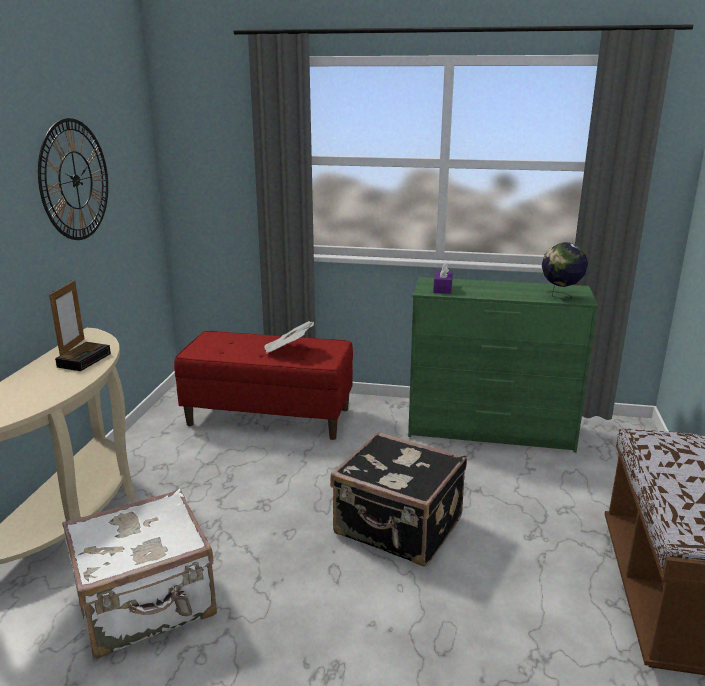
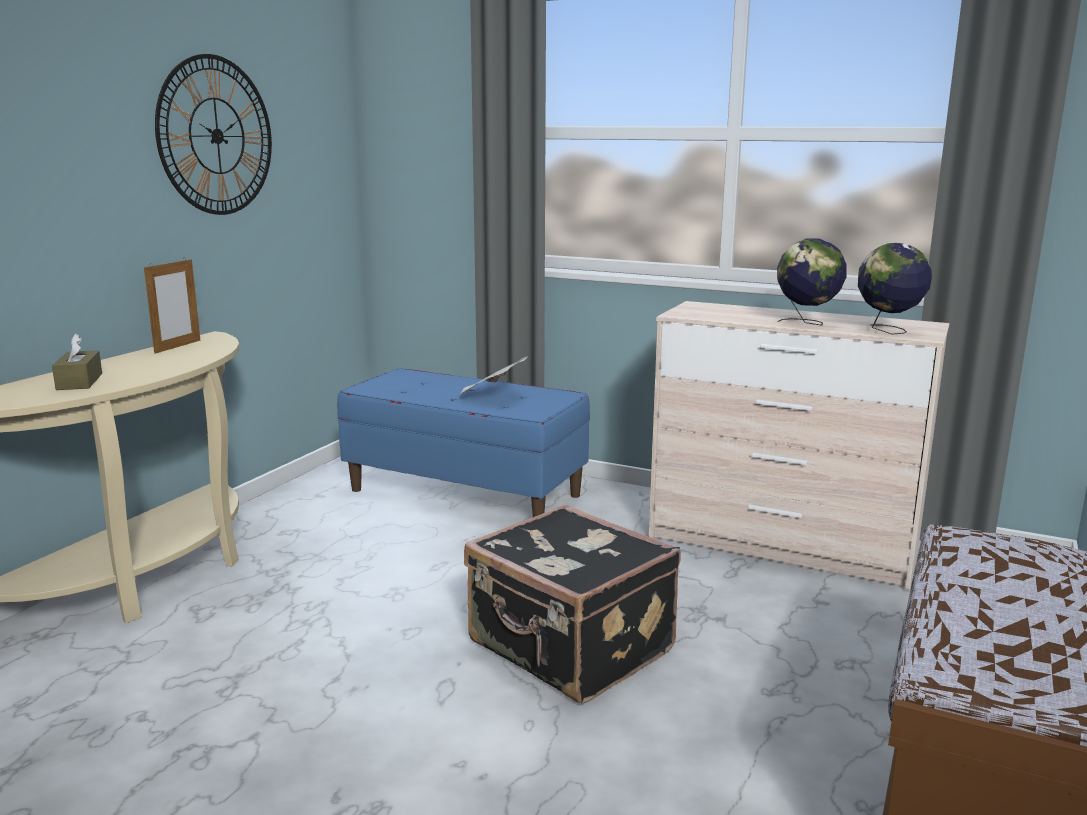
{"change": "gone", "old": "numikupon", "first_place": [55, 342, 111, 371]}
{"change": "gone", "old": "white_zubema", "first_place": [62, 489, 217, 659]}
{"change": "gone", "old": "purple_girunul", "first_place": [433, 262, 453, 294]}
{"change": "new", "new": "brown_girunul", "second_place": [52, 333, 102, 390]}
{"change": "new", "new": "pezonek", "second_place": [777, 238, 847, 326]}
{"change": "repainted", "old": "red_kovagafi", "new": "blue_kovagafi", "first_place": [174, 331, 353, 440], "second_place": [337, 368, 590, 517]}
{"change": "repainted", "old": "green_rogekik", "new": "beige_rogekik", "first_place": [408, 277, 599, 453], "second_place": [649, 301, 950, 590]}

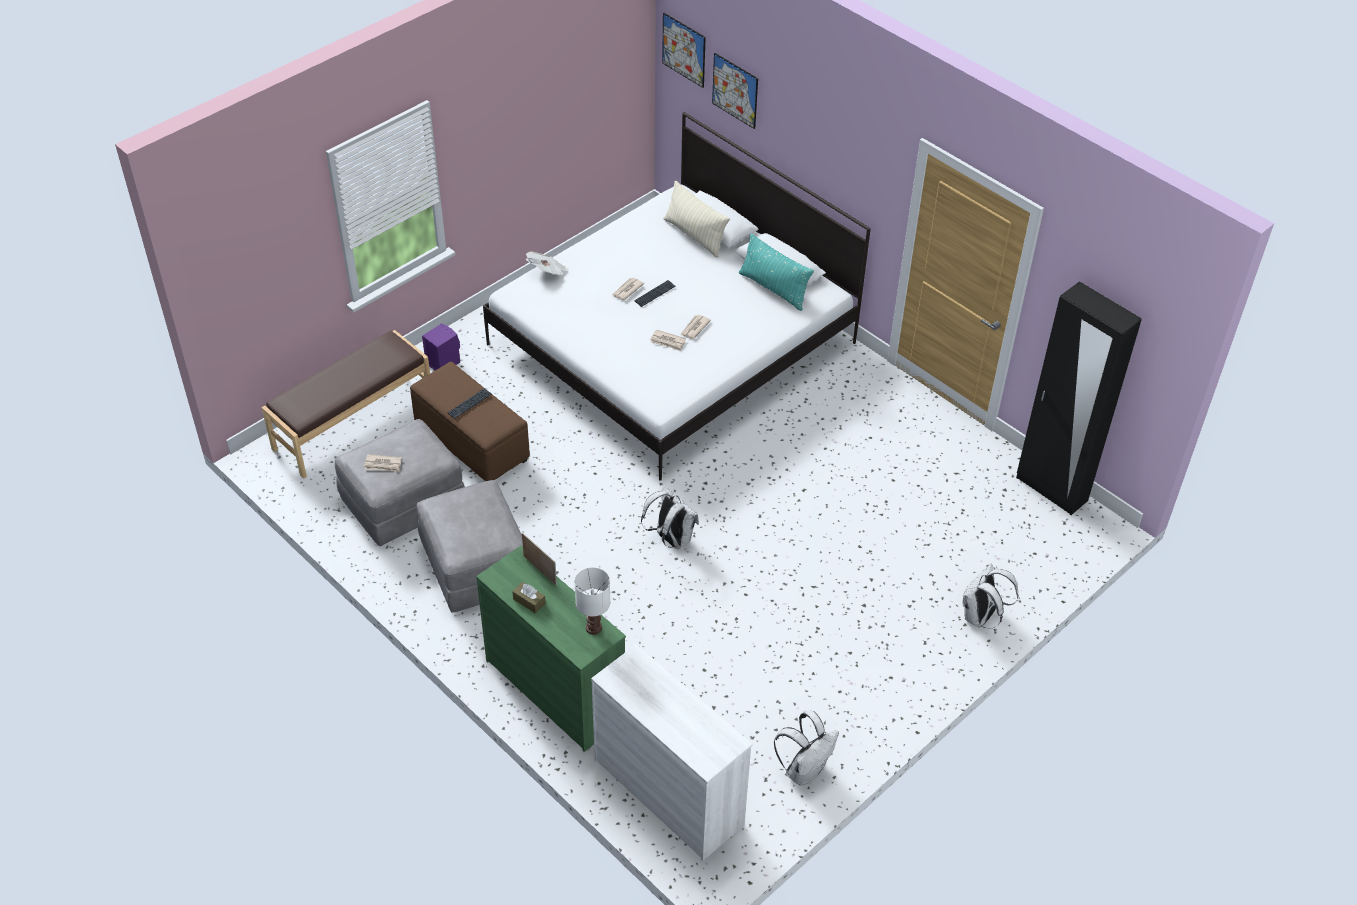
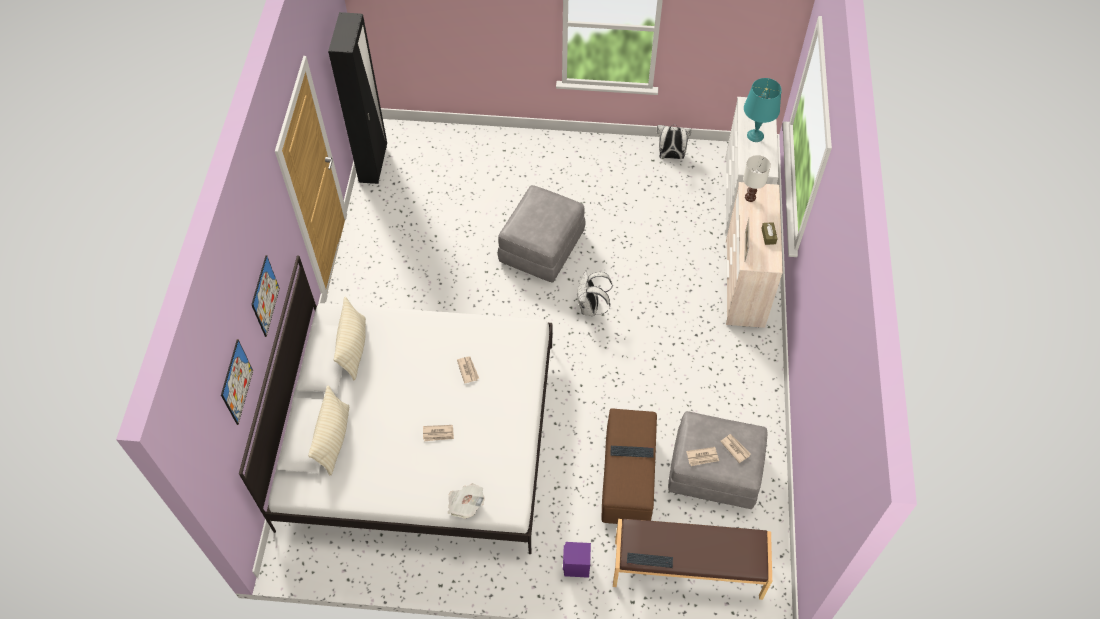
{"change": "gone", "old": "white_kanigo", "first_place": [963, 564, 1019, 629]}
{"change": "new", "new": "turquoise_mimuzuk", "second_place": [744, 78, 782, 142]}
{"change": "shifted", "old": "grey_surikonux", "first_place": [416, 480, 523, 613], "second_place": [498, 185, 586, 283]}
{"change": "shifted", "old": "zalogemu", "first_place": [634, 280, 676, 307], "second_place": [627, 553, 673, 568]}
{"change": "shifted", "old": "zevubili", "first_place": [662, 13, 706, 88], "second_place": [251, 255, 280, 337]}
{"change": "shifted", "old": "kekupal", "first_place": [681, 315, 711, 339], "second_place": [686, 447, 719, 466]}
{"change": "repainted", "old": "green_rogekik", "new": "beige_rogekik", "first_place": [476, 546, 626, 752], "second_place": [726, 182, 783, 328]}
{"change": "repainted", "old": "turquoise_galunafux", "new": "beige_galunafux", "first_place": [739, 234, 814, 311], "second_place": [334, 297, 366, 381]}

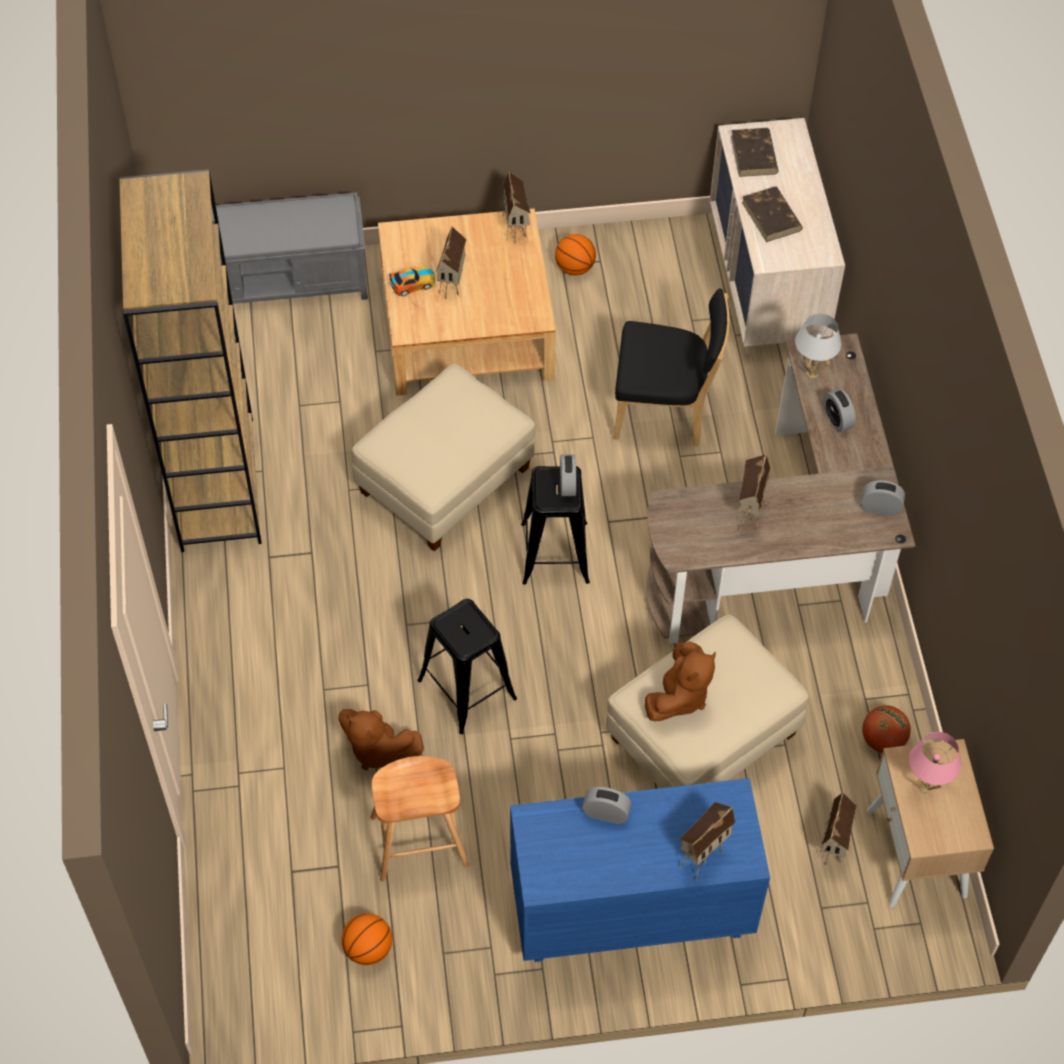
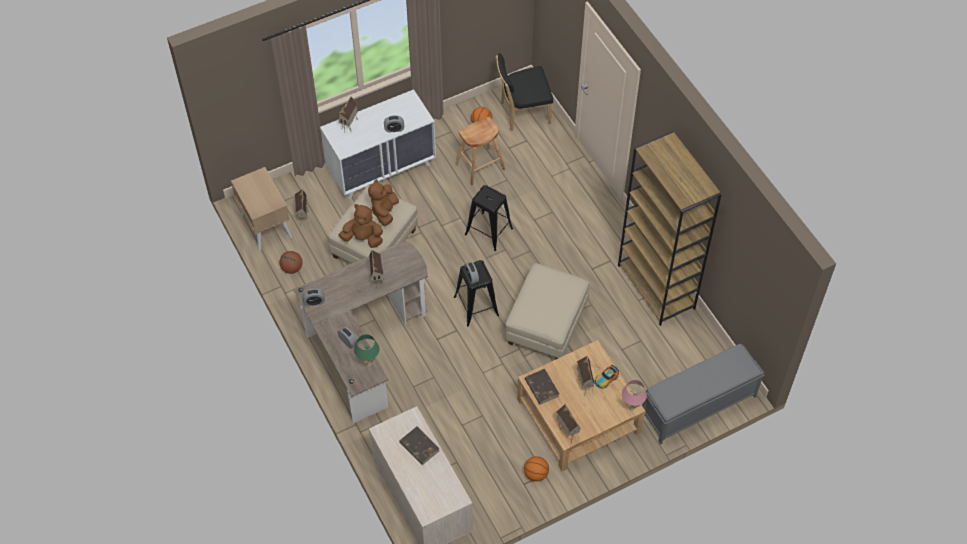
{"change": "shifted", "old": "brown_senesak", "first_place": [338, 709, 424, 770], "second_place": [339, 204, 383, 248]}
{"change": "shifted", "old": "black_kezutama", "first_place": [614, 288, 730, 447], "second_place": [496, 53, 553, 131]}
{"change": "shifted", "old": "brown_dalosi", "first_place": [731, 128, 778, 177], "second_place": [525, 369, 559, 405]}
{"change": "shifted", "old": "pink_mimuzuk", "first_place": [909, 732, 961, 793], "second_place": [622, 380, 647, 411]}
{"change": "repainted", "old": "blue_rogekik", "new": "white_rogekik", "first_place": [510, 778, 770, 962], "second_place": [320, 89, 436, 199]}
{"change": "repainted", "old": "white_mimuzuk", "new": "green_mimuzuk", "first_place": [795, 313, 841, 379], "second_place": [354, 335, 379, 366]}

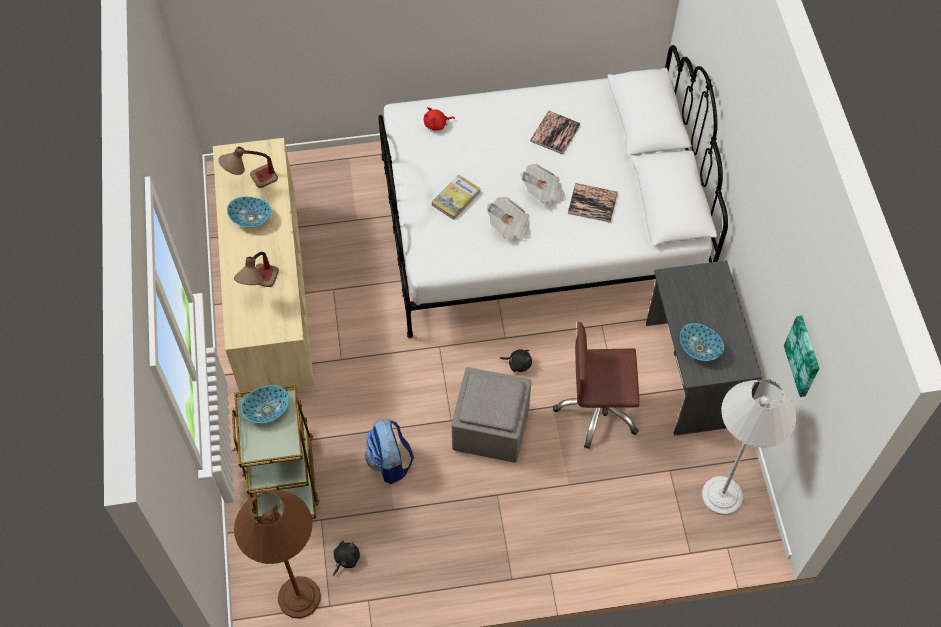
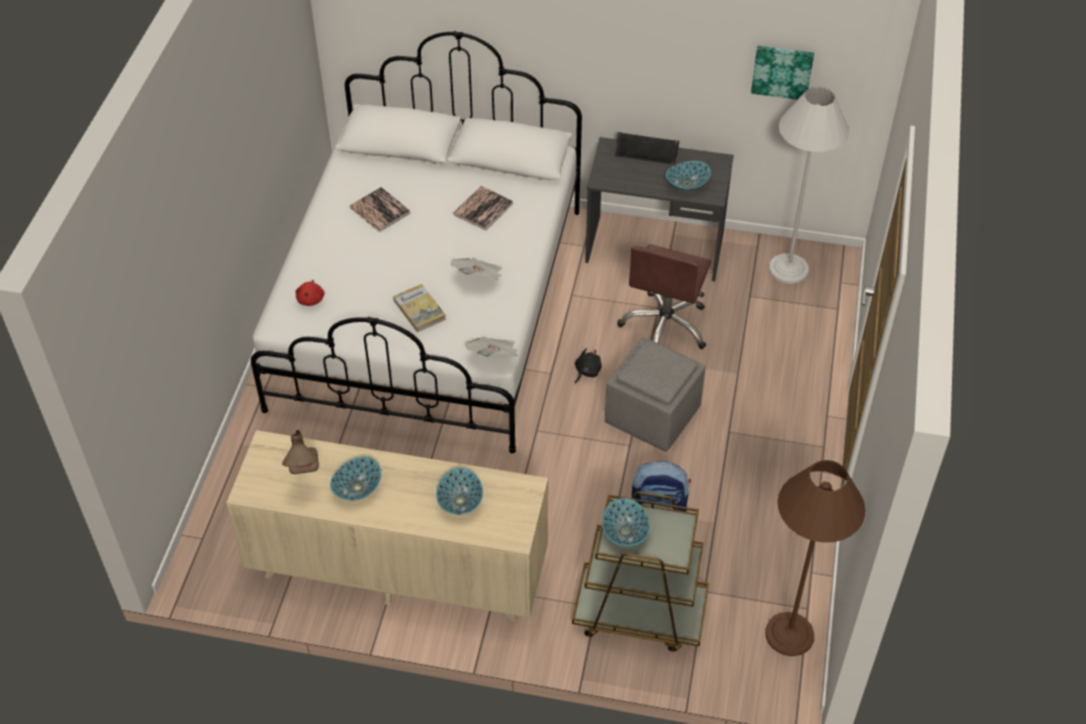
{"change": "gone", "old": "black_senesak", "first_place": [333, 540, 360, 576]}
{"change": "new", "new": "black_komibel", "second_place": [615, 132, 679, 165]}
{"change": "shifted", "old": "kekupal", "first_place": [521, 164, 567, 203], "second_place": [465, 336, 518, 359]}
{"change": "swapped", "old": "mimuzuk", "new": "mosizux", "first_place": [234, 252, 279, 287], "second_place": [436, 468, 483, 515]}

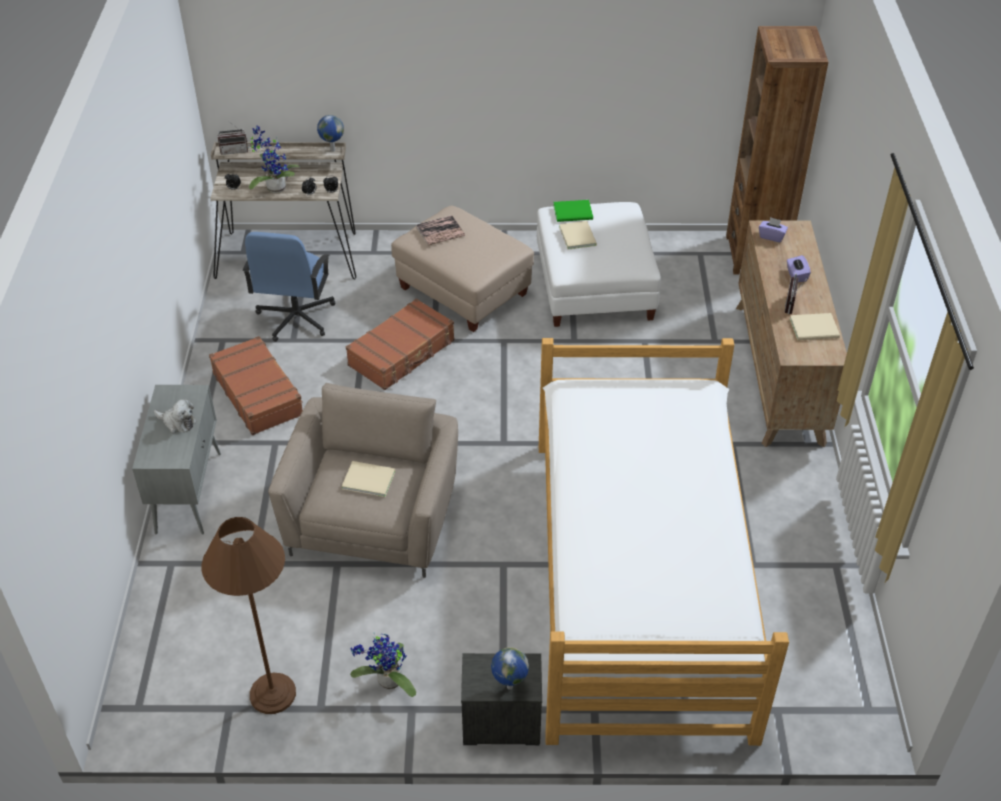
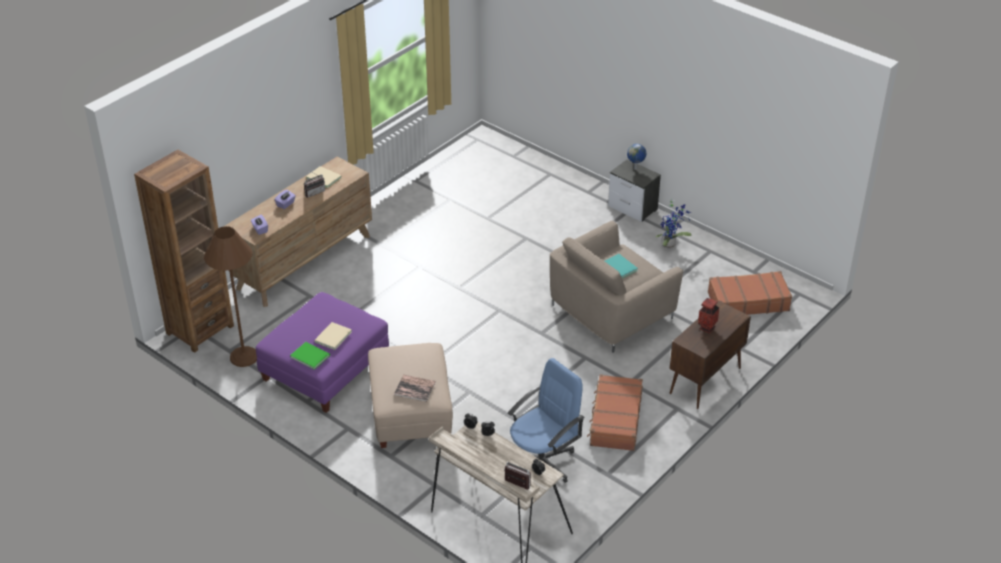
{"change": "gone", "old": "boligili", "first_place": [248, 125, 300, 193]}
{"change": "gone", "old": "pezonek", "first_place": [317, 115, 344, 152]}
{"change": "gone", "old": "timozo", "first_place": [539, 338, 789, 746]}
{"change": "shifted", "old": "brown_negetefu", "first_place": [201, 517, 296, 714], "second_place": [204, 226, 257, 367]}
{"change": "shifted", "old": "brown_zubema", "first_place": [346, 298, 455, 390], "second_place": [708, 271, 792, 315]}
{"change": "swapped", "old": "senesak", "new": "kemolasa", "first_place": [154, 399, 197, 433], "second_place": [698, 298, 719, 333]}
{"change": "repainted", "old": "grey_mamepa", "new": "brown_mamepa", "first_place": [132, 385, 221, 535], "second_place": [669, 300, 751, 409]}
{"change": "repainted", "old": "beige_dalosi", "new": "turquoise_dalosi", "first_place": [342, 461, 396, 497], "second_place": [605, 254, 638, 278]}
{"change": "repainted", "old": "white_surikonux", "new": "purple_surikonux", "first_place": [537, 202, 661, 327], "second_place": [256, 292, 389, 413]}

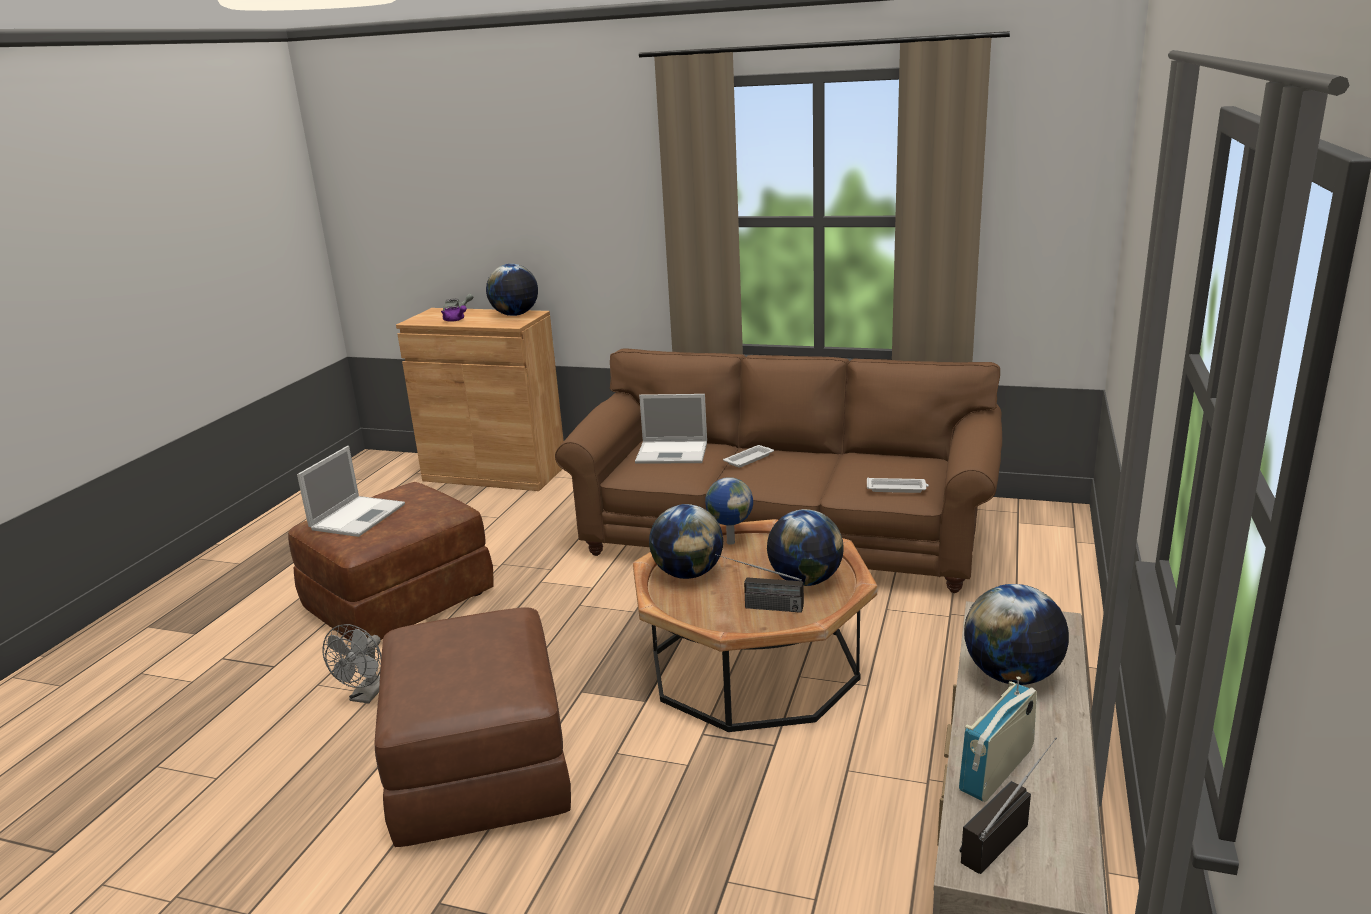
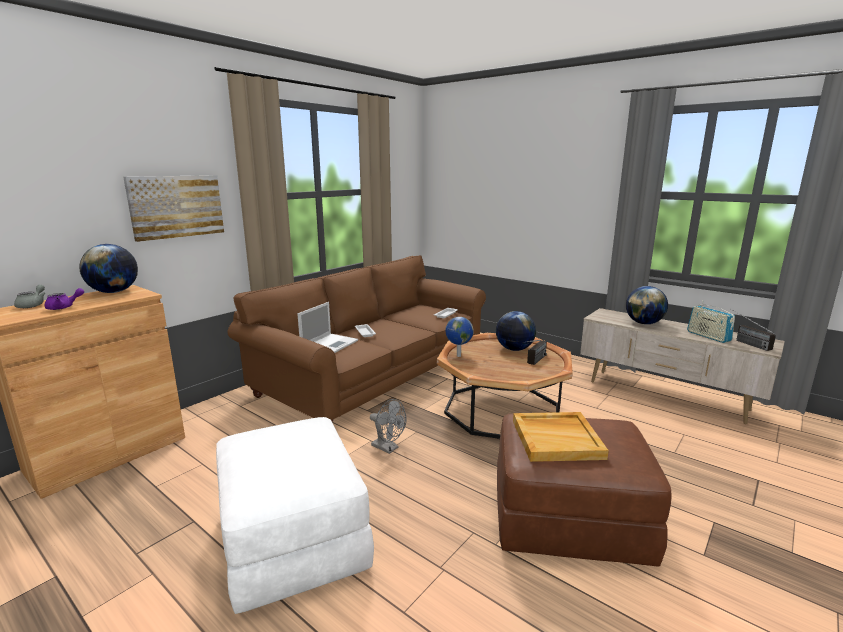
{"change": "gone", "old": "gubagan", "first_place": [297, 446, 405, 537]}
{"change": "gone", "old": "pezonek", "first_place": [649, 504, 723, 579]}
{"change": "new", "new": "zevubili", "second_place": [123, 175, 224, 242]}
{"change": "new", "new": "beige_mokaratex", "second_place": [513, 412, 609, 462]}
{"change": "shifted", "old": "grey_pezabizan", "first_place": [322, 624, 381, 703], "second_place": [370, 399, 407, 454]}
{"change": "repainted", "old": "brown_surikonux", "new": "white_surikonux", "first_place": [288, 482, 494, 641], "second_place": [216, 417, 374, 614]}

